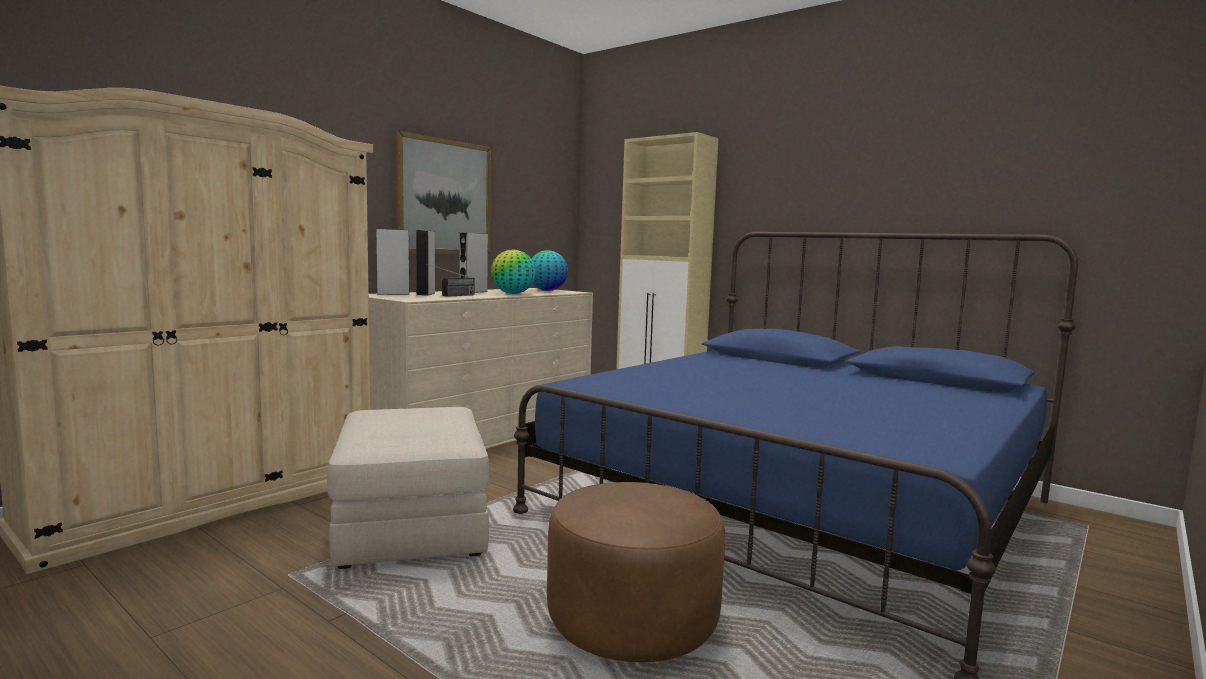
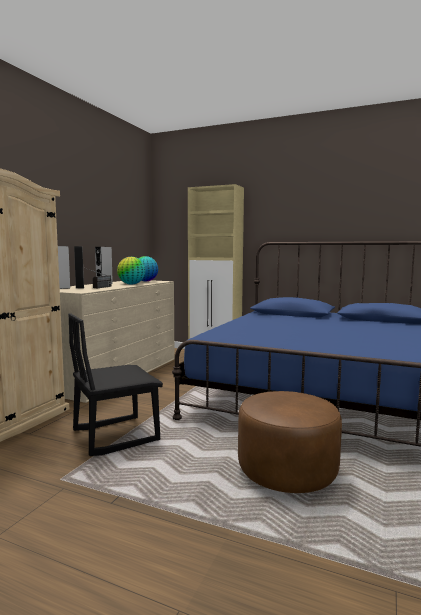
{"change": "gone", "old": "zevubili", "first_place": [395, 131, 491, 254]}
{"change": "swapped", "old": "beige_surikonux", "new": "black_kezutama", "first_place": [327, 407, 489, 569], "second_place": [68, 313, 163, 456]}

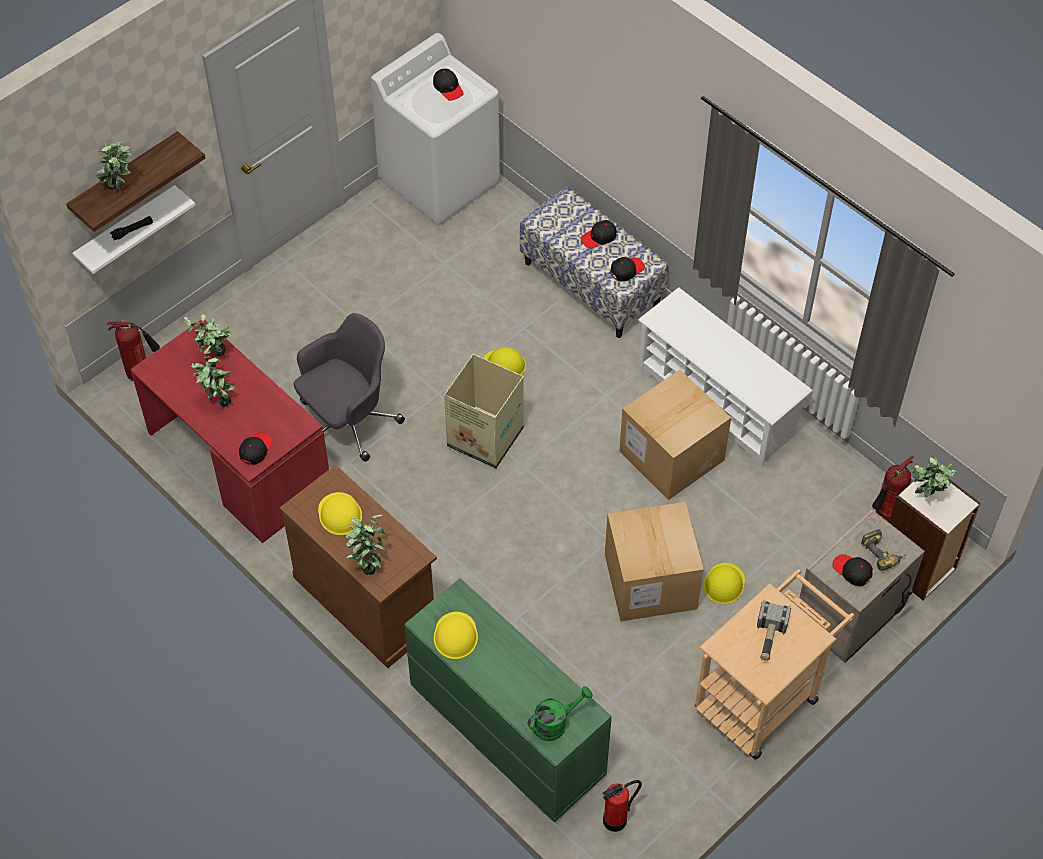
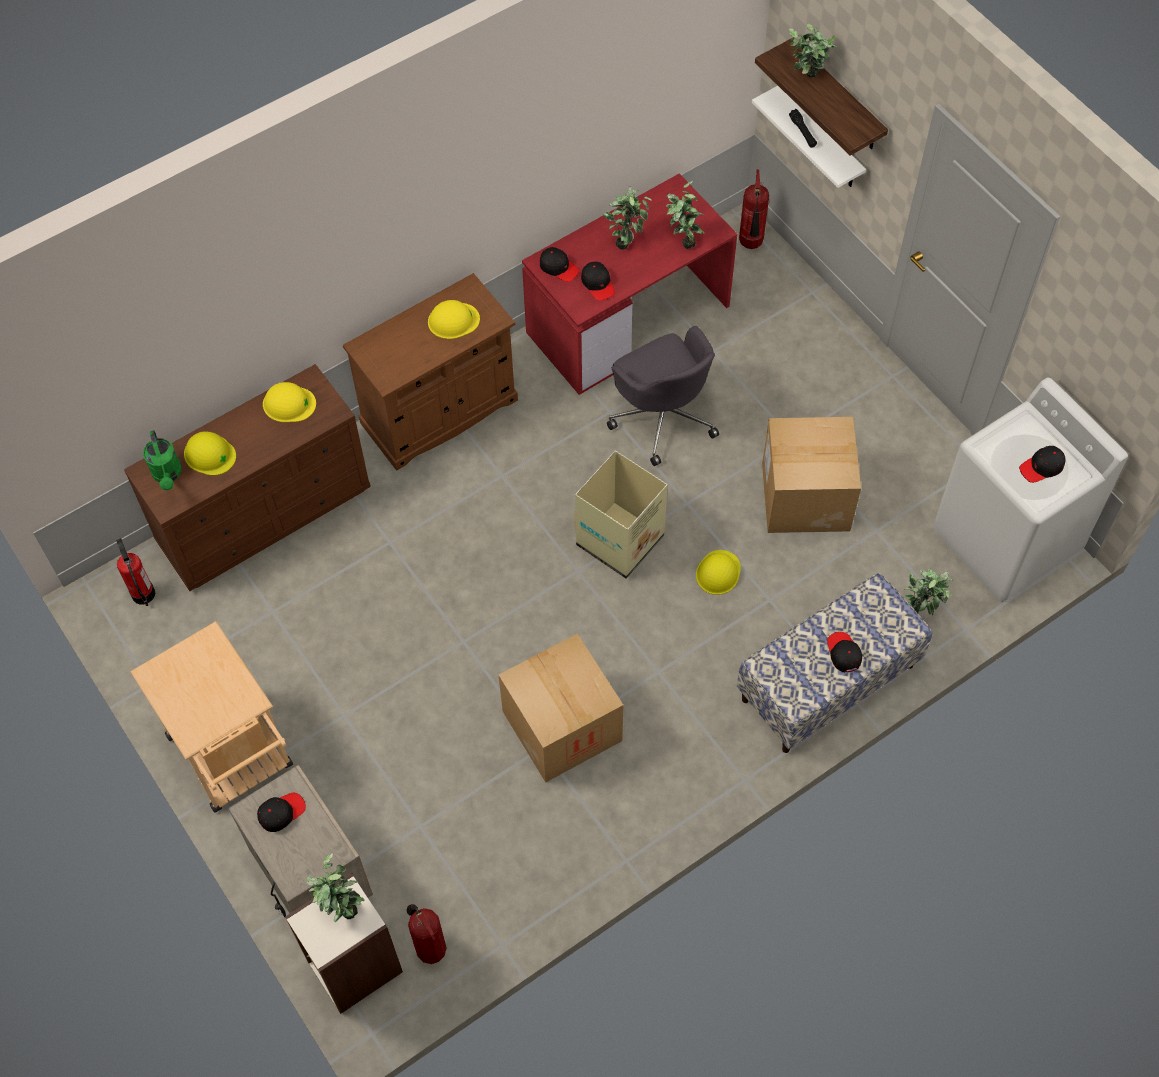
{"change": "gone", "old": "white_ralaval", "first_place": [638, 287, 813, 467]}
{"change": "gone", "old": "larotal", "first_place": [757, 599, 791, 661]}
{"change": "gone", "old": "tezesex", "first_place": [861, 529, 906, 571]}
{"change": "shifted", "old": "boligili", "first_place": [346, 515, 385, 575], "second_place": [904, 568, 953, 615]}
{"change": "shifted", "old": "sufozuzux", "first_place": [605, 502, 704, 622], "second_place": [762, 417, 861, 533]}
{"change": "shifted", "old": "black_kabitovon", "first_place": [610, 257, 645, 282], "second_place": [581, 261, 615, 301]}
{"change": "shifted", "old": "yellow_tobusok", "first_place": [704, 563, 745, 604], "second_place": [184, 432, 236, 476]}
{"change": "repainted", "old": "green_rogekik", "new": "brown_rogekik", "first_place": [404, 578, 612, 823], "second_place": [124, 364, 371, 591]}

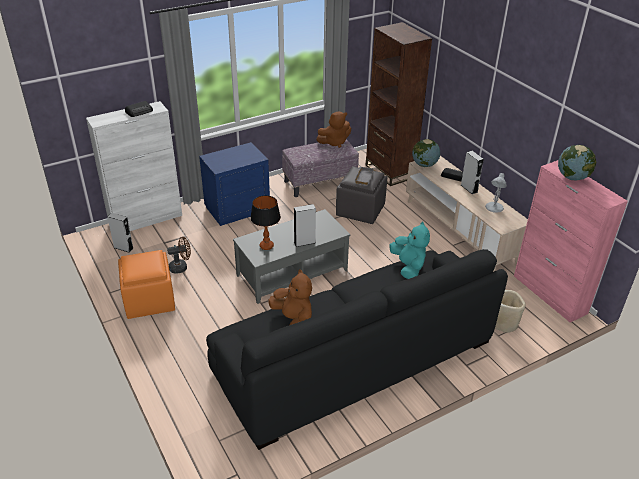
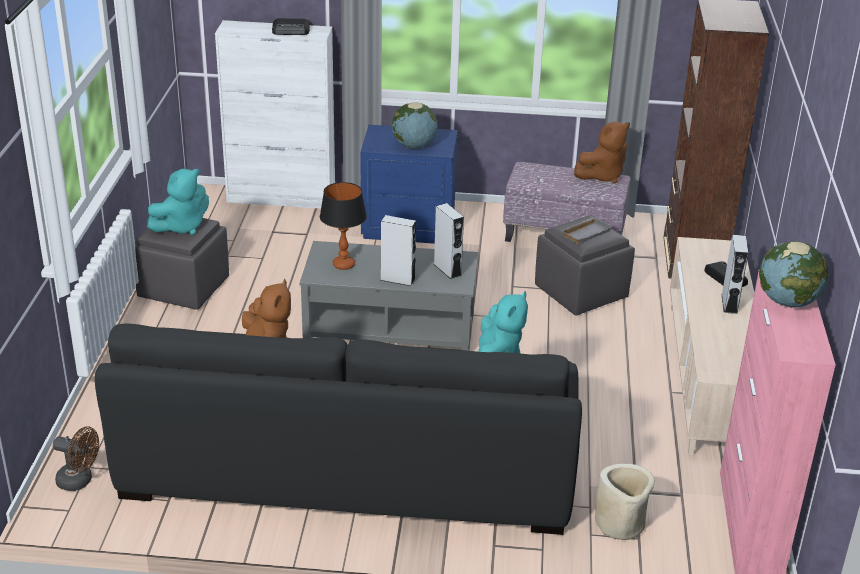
{"change": "gone", "old": "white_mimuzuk", "first_place": [485, 173, 507, 213]}
{"change": "new", "new": "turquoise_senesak", "second_place": [147, 169, 209, 235]}
{"change": "shifted", "old": "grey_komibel", "first_place": [107, 213, 134, 253], "second_place": [434, 203, 464, 279]}
{"change": "shifted", "old": "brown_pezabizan", "first_place": [167, 237, 191, 274], "second_place": [53, 427, 99, 491]}
{"change": "shifted", "old": "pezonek", "first_place": [412, 139, 440, 167], "second_place": [392, 102, 438, 149]}
{"change": "repainted", "old": "orange_surikonux", "new": "grey_surikonux", "first_place": [118, 250, 175, 319], "second_place": [135, 218, 229, 310]}
{"change": "rotated", "old": "brown_senesak", "first_place": [316, 111, 351, 148], "second_place": [574, 122, 630, 184], "degrees": -45}

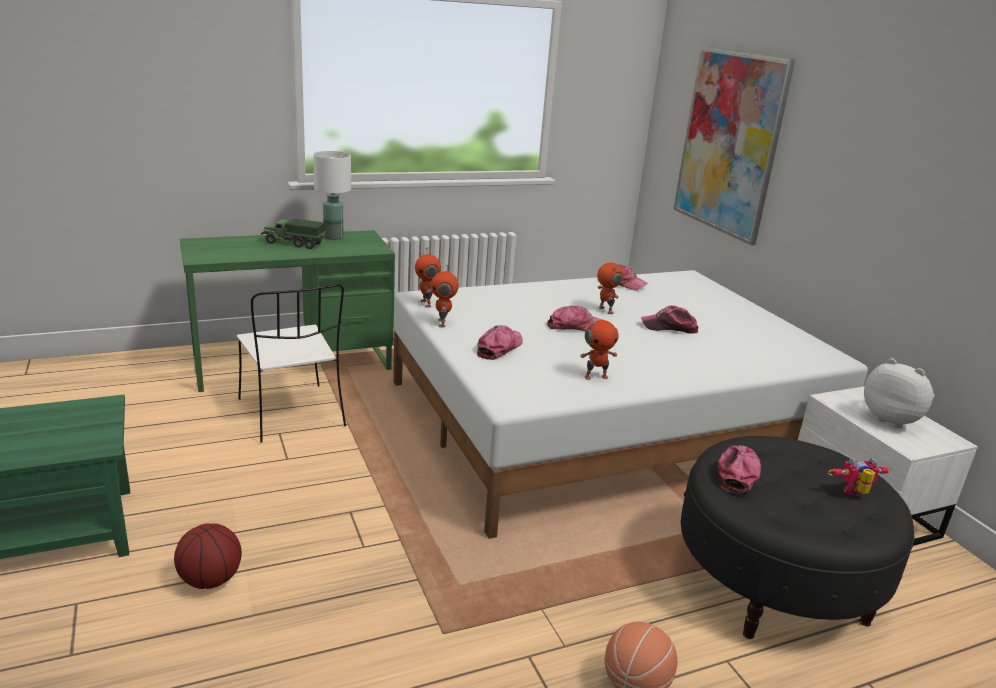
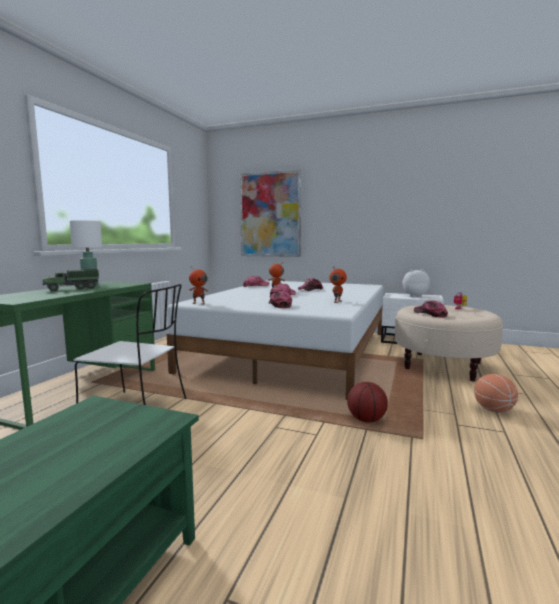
{"change": "gone", "old": "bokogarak", "first_place": [431, 265, 459, 328]}
{"change": "shifted", "old": "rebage", "first_place": [174, 523, 242, 589], "second_place": [347, 382, 388, 423]}
{"change": "repainted", "old": "black_surikonux", "new": "beige_surikonux", "first_place": [681, 436, 914, 639], "second_place": [395, 305, 503, 381]}

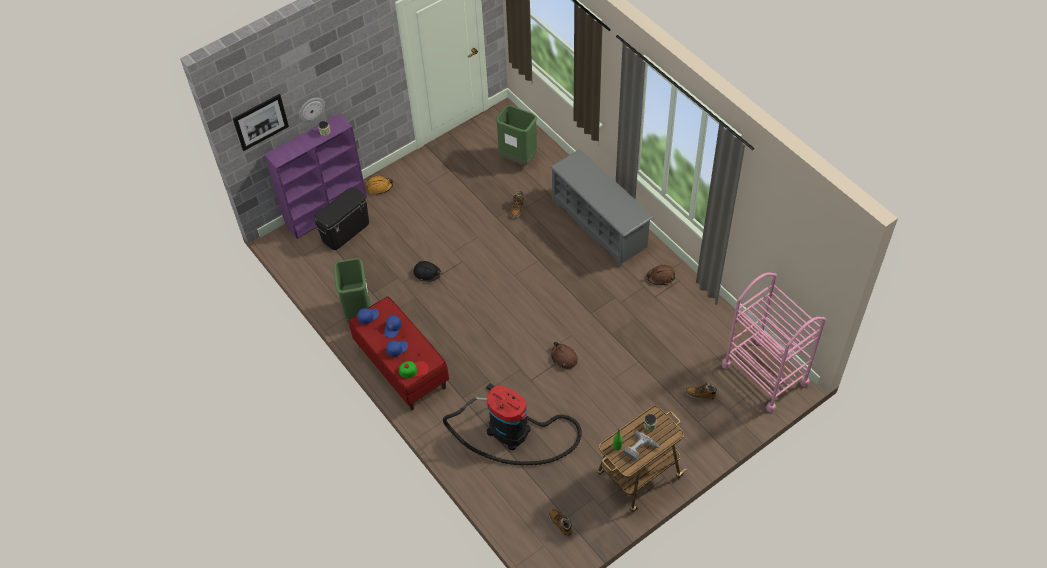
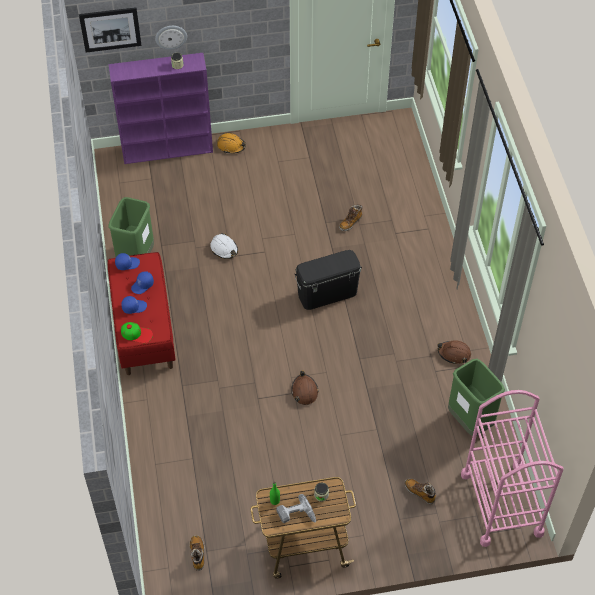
{"change": "gone", "old": "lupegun", "first_place": [443, 383, 582, 465]}
{"change": "gone", "old": "grey_ralaval", "first_place": [550, 149, 654, 267]}
{"change": "shifted", "old": "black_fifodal", "first_place": [314, 187, 369, 250], "second_place": [295, 250, 362, 310]}
{"change": "shifted", "old": "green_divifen", "first_place": [496, 105, 537, 165], "second_place": [448, 359, 505, 436]}
{"change": "repainted", "old": "black_tobusok", "new": "white_tobusok", "first_place": [414, 260, 441, 282], "second_place": [210, 233, 238, 259]}

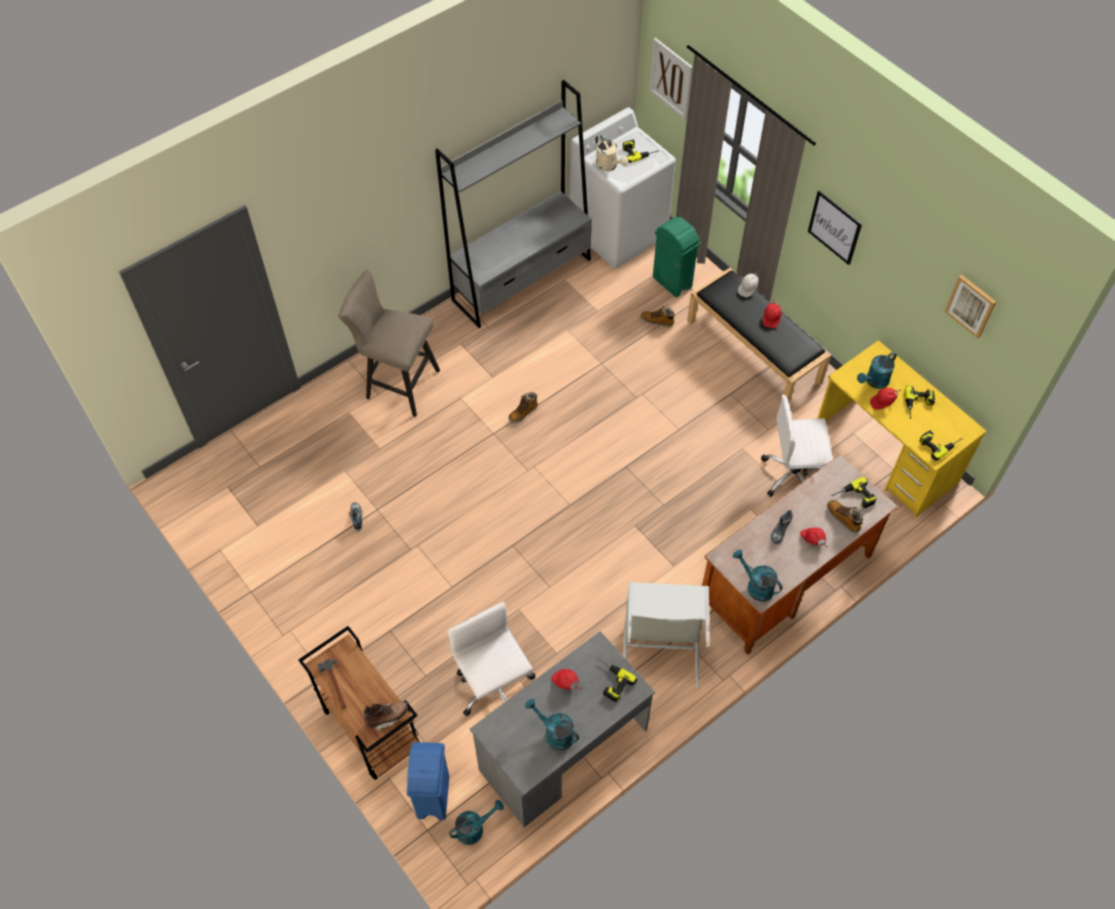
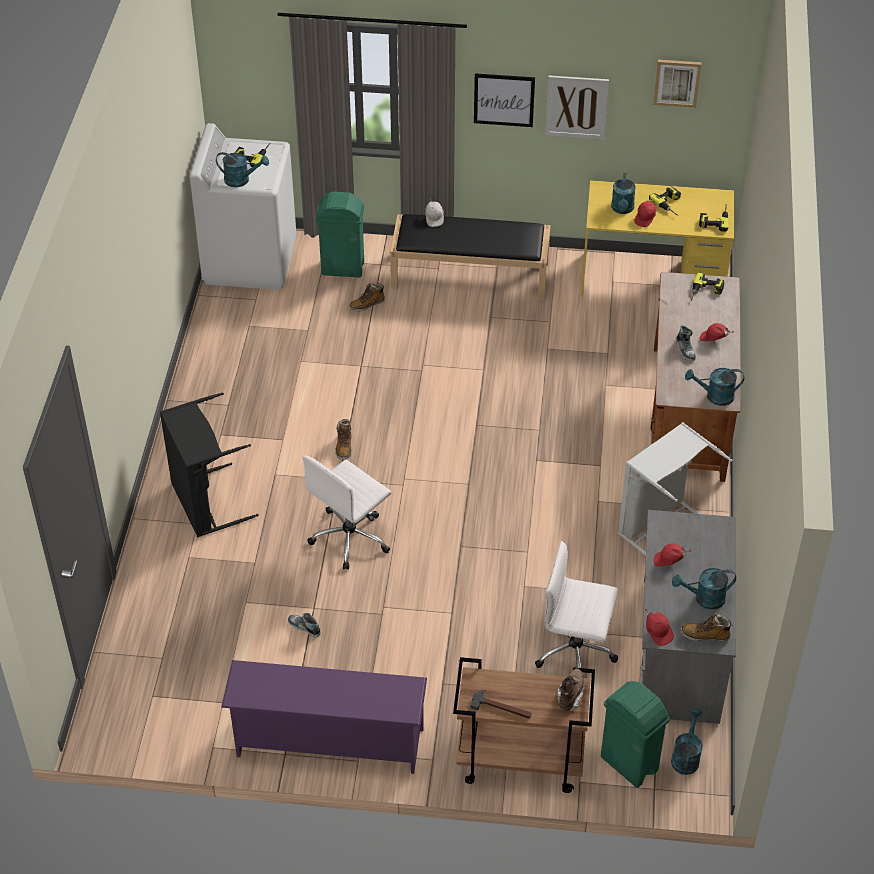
{"change": "gone", "old": "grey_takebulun", "first_place": [435, 80, 592, 328]}
{"change": "gone", "old": "tezesex", "first_place": [597, 659, 637, 702]}
{"change": "new", "new": "purple_ralaval", "second_place": [221, 660, 427, 774]}
{"change": "shifted", "old": "zevubili", "first_place": [650, 38, 693, 120], "second_place": [545, 76, 609, 140]}
{"change": "shifted", "old": "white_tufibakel", "first_place": [761, 395, 833, 497], "second_place": [302, 455, 391, 570]}
{"change": "shifted", "old": "red_kabitovon", "first_place": [763, 302, 781, 328], "second_place": [645, 609, 674, 646]}
{"change": "shifted", "old": "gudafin", "first_place": [827, 500, 863, 533], "second_place": [681, 613, 733, 642]}
{"change": "swapped", "old": "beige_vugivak", "new": "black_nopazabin", "first_place": [338, 270, 440, 417], "second_place": [160, 392, 259, 538]}
{"change": "repainted", "old": "blue_divifen", "new": "green_divifen", "first_place": [407, 742, 449, 820], "second_place": [601, 681, 670, 788]}
{"change": "repainted", "old": "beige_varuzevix", "new": "turquoise_varuzevix", "first_place": [595, 135, 629, 171], "second_place": [216, 152, 269, 187]}

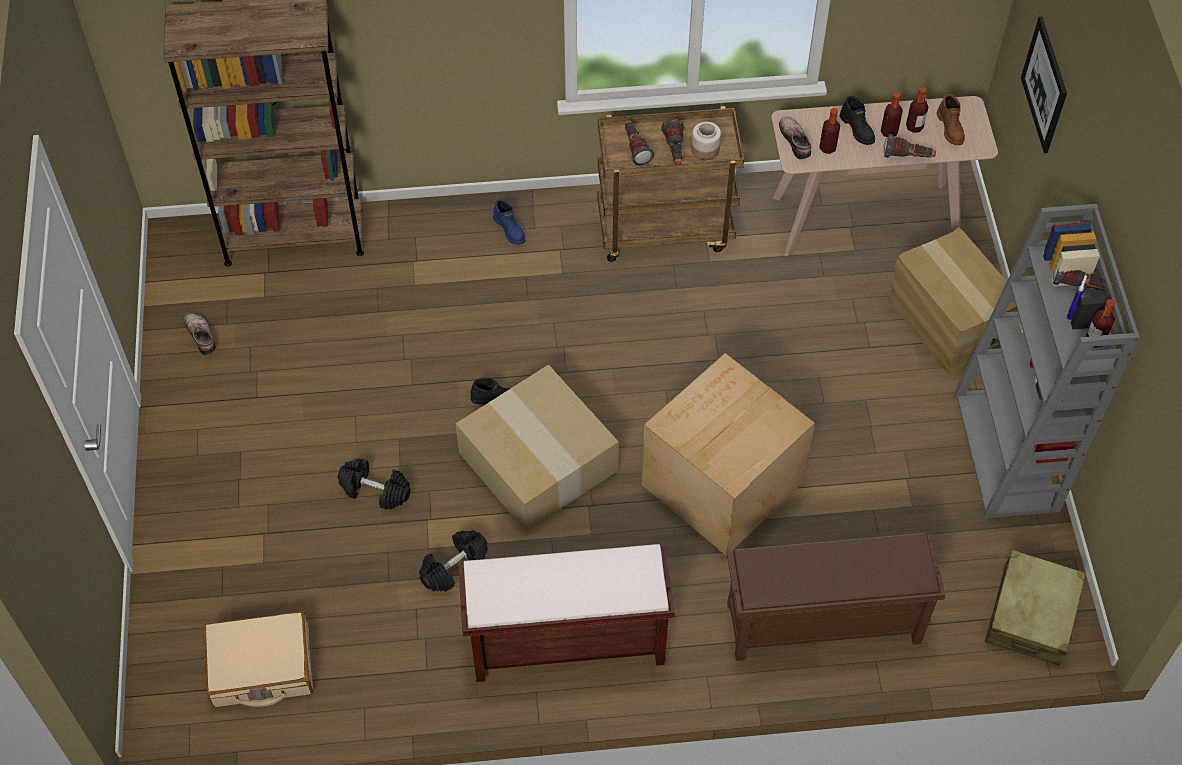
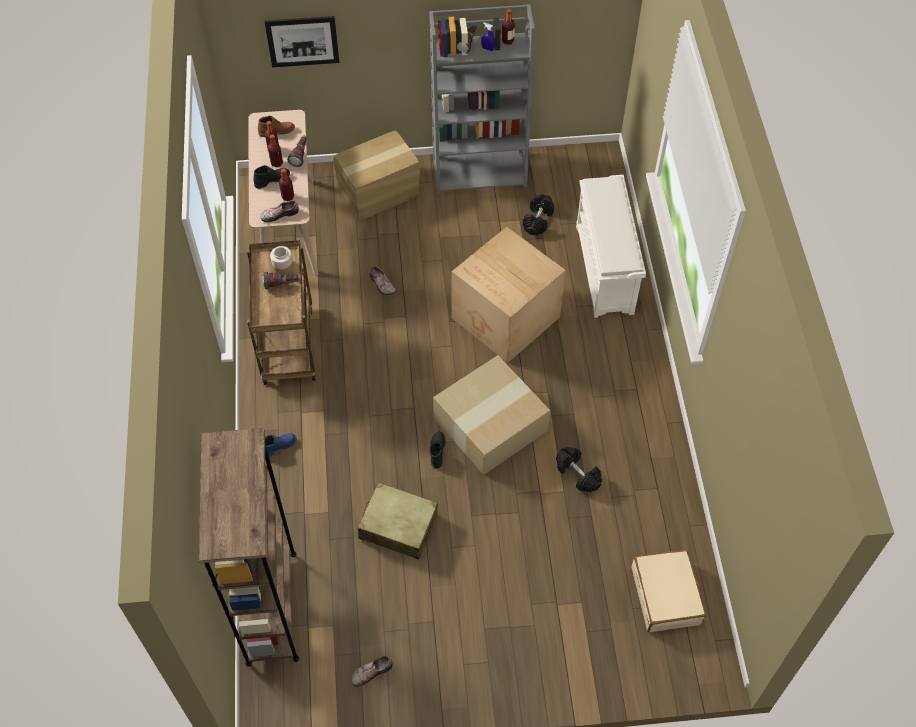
{"change": "gone", "old": "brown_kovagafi", "first_place": [458, 544, 675, 682]}
{"change": "gone", "old": "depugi", "first_place": [625, 120, 654, 165]}
{"change": "new", "new": "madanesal", "second_place": [370, 266, 397, 295]}
{"change": "shifted", "old": "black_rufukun", "first_place": [338, 458, 411, 509], "second_place": [523, 194, 554, 235]}
{"change": "shifted", "old": "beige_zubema", "first_place": [985, 550, 1086, 666], "second_place": [358, 482, 438, 560]}
{"change": "repainted", "old": "brown_ralaval", "new": "white_ralaval", "first_place": [727, 533, 945, 661], "second_place": [576, 175, 646, 318]}

